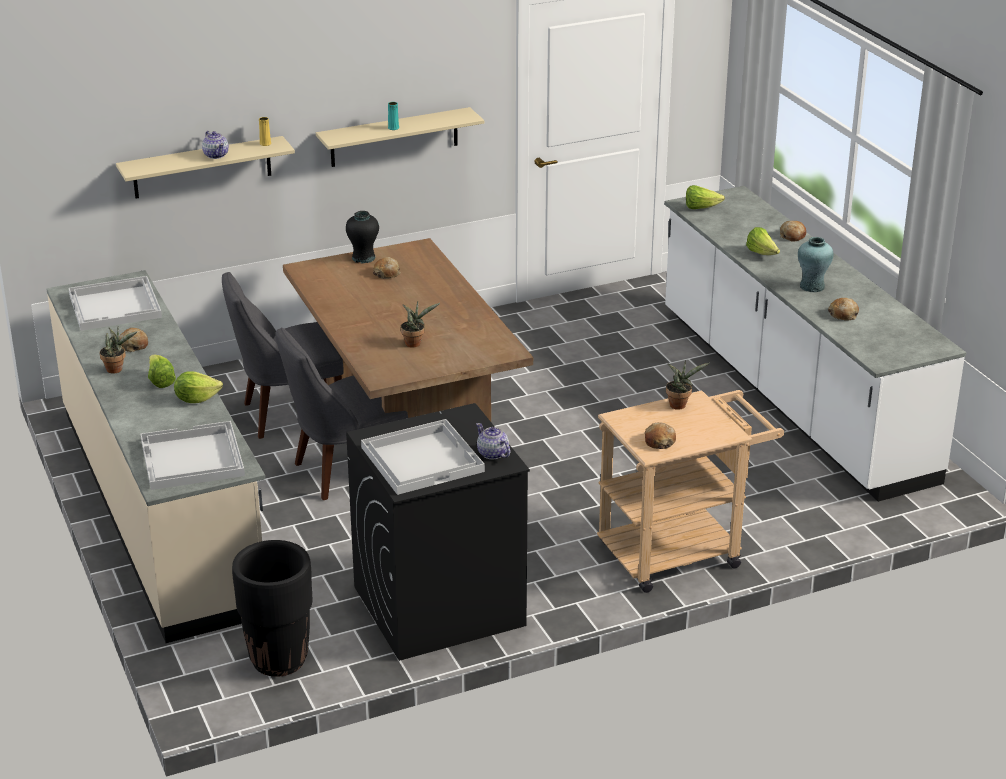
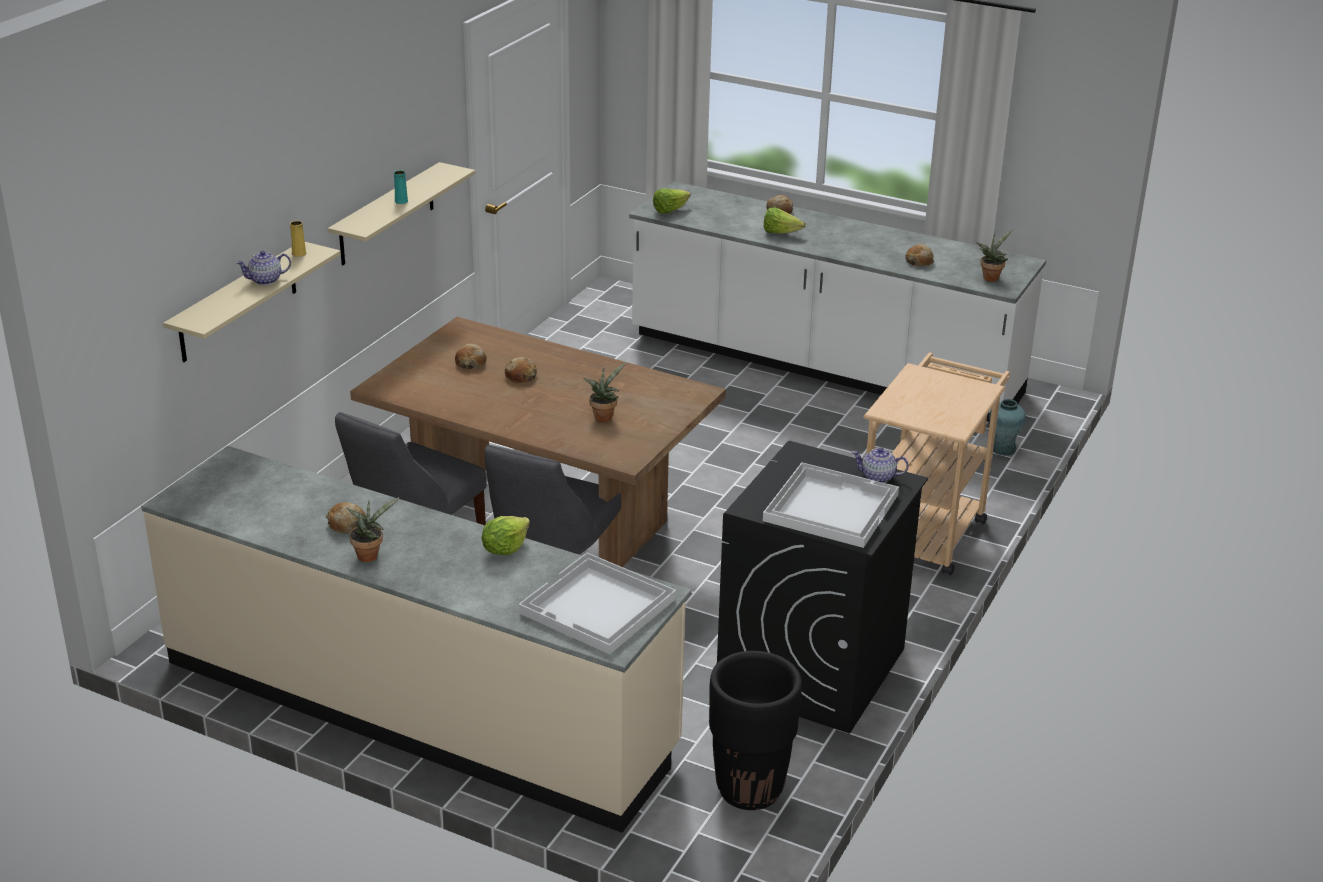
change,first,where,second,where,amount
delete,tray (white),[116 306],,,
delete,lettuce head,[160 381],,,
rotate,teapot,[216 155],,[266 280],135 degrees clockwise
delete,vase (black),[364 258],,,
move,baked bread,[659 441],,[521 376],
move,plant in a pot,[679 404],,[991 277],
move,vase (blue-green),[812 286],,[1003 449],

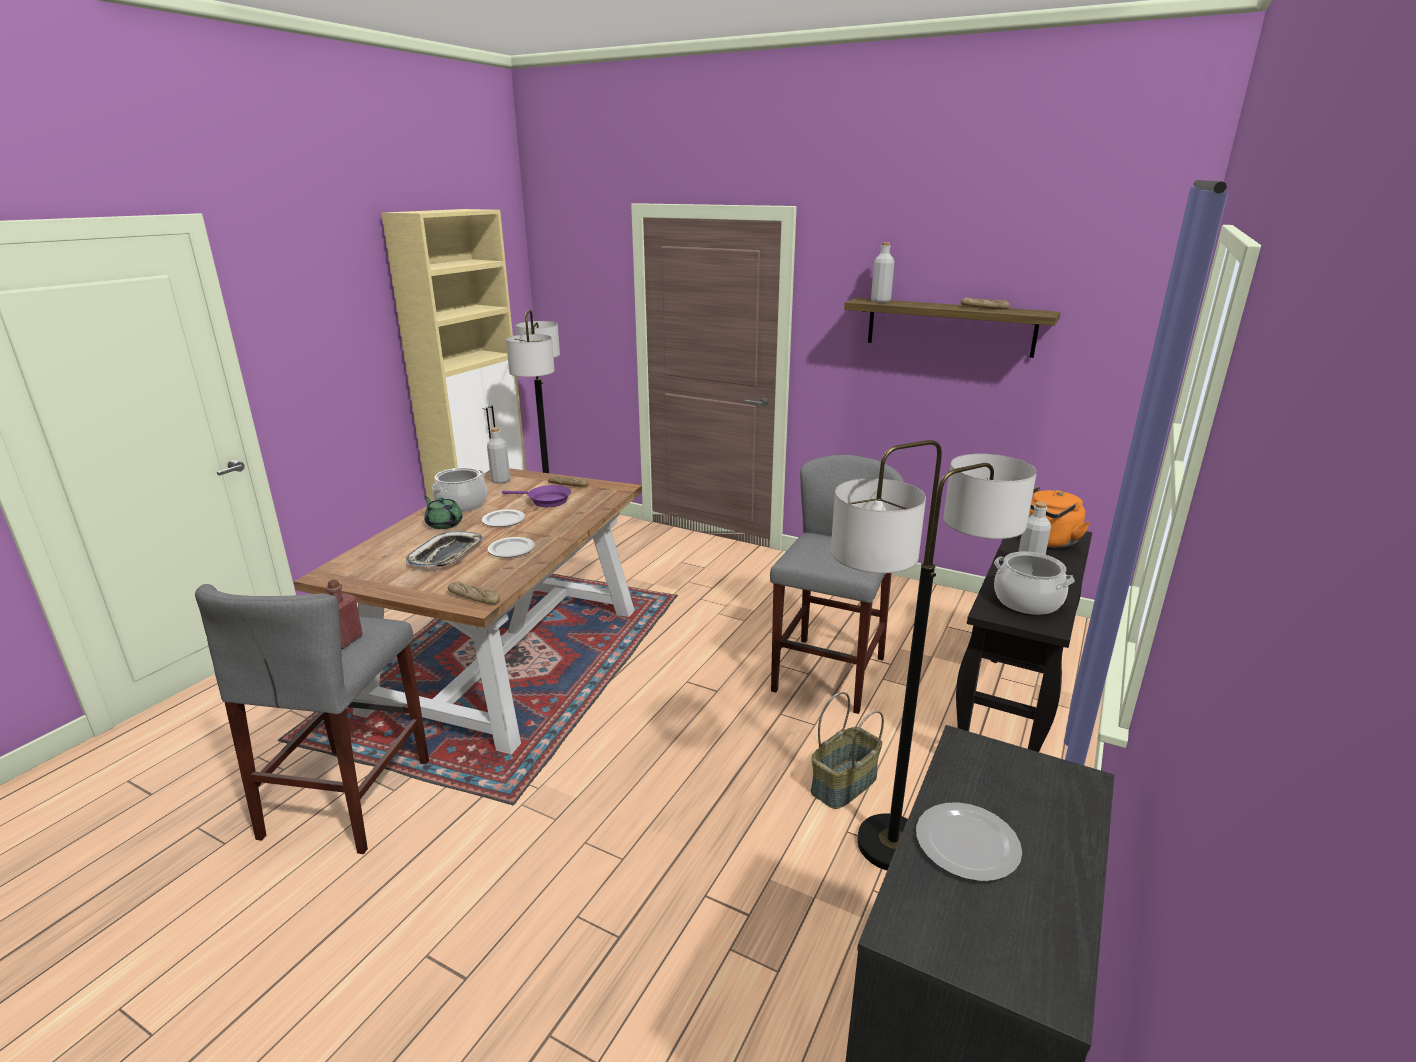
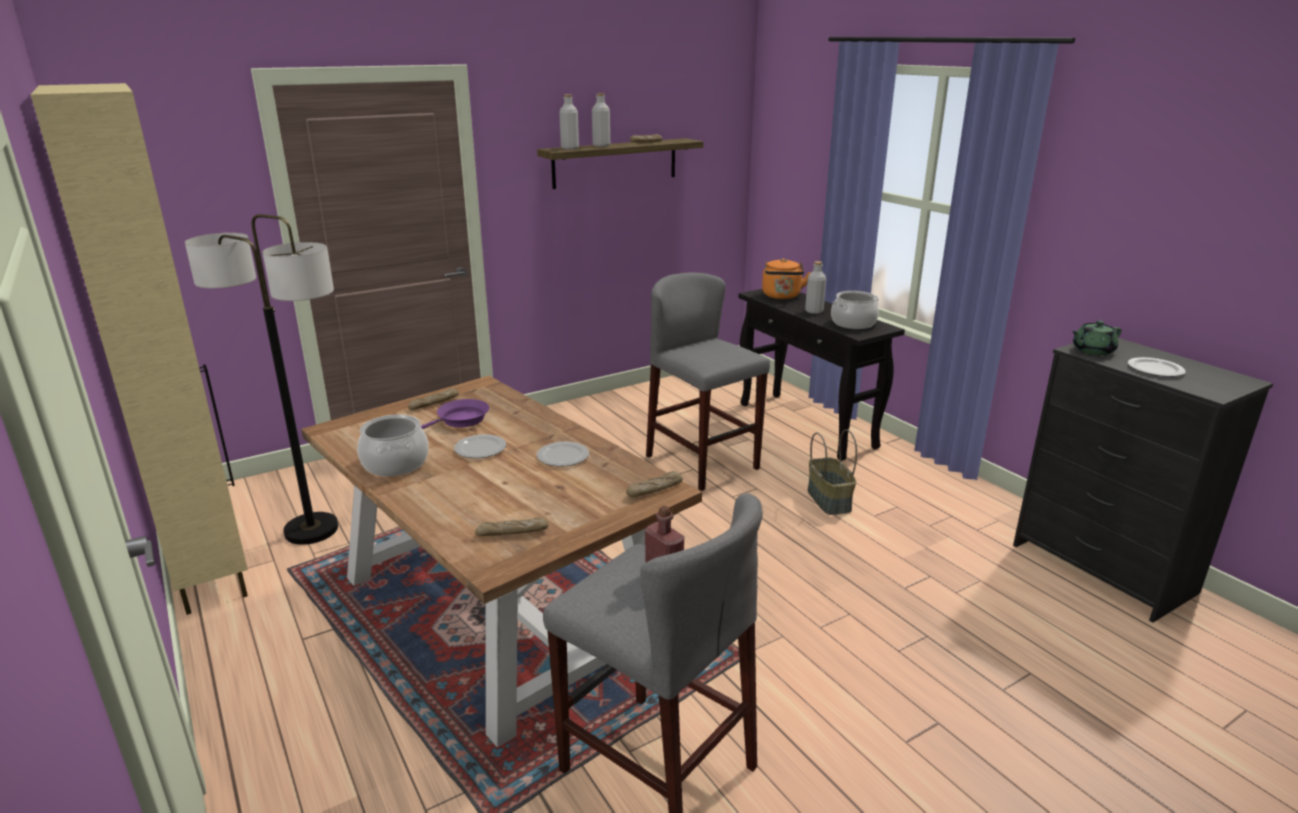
change,first,where,second,where,amount
delete,tray,[447 555],,,
move,teapot (green-coloured),[444 524],,[1092 351],
move,drink bottle (grey),[500 480],,[601 145],
delete,floor lamp,[892 845],,,
insert,,,baked bread,[512 533],

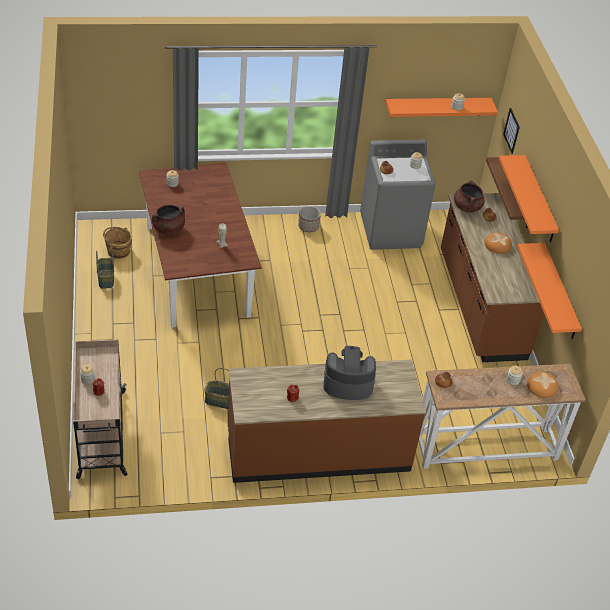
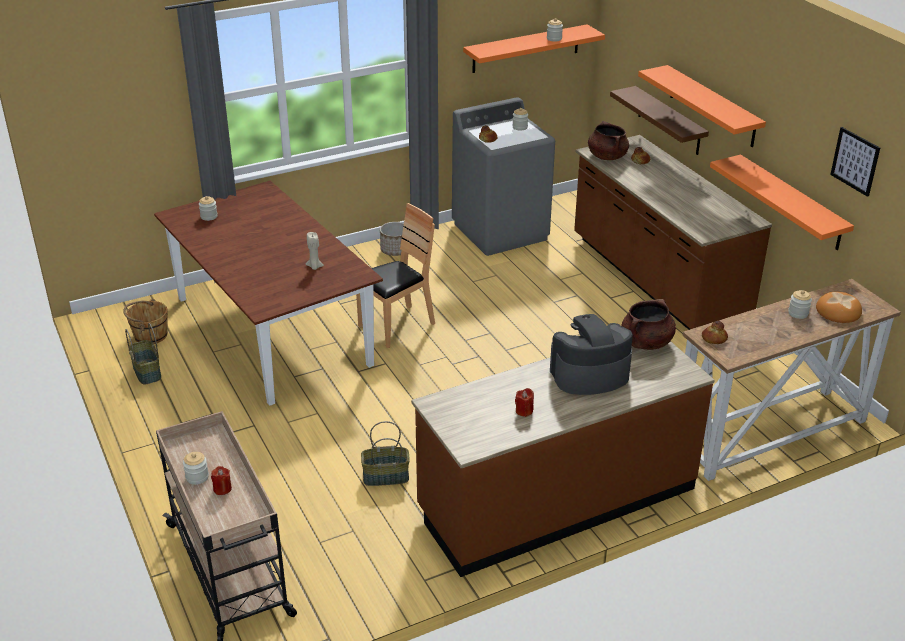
change,first,where,second,where,amount
move,saucepot (brown-coloured),[168 229],,[646 343],
delete,baked bread,[498 245],,,
move,picture,[511 130],,[855 161],
insert,,,upright chair (brown-coloured),[396 326],

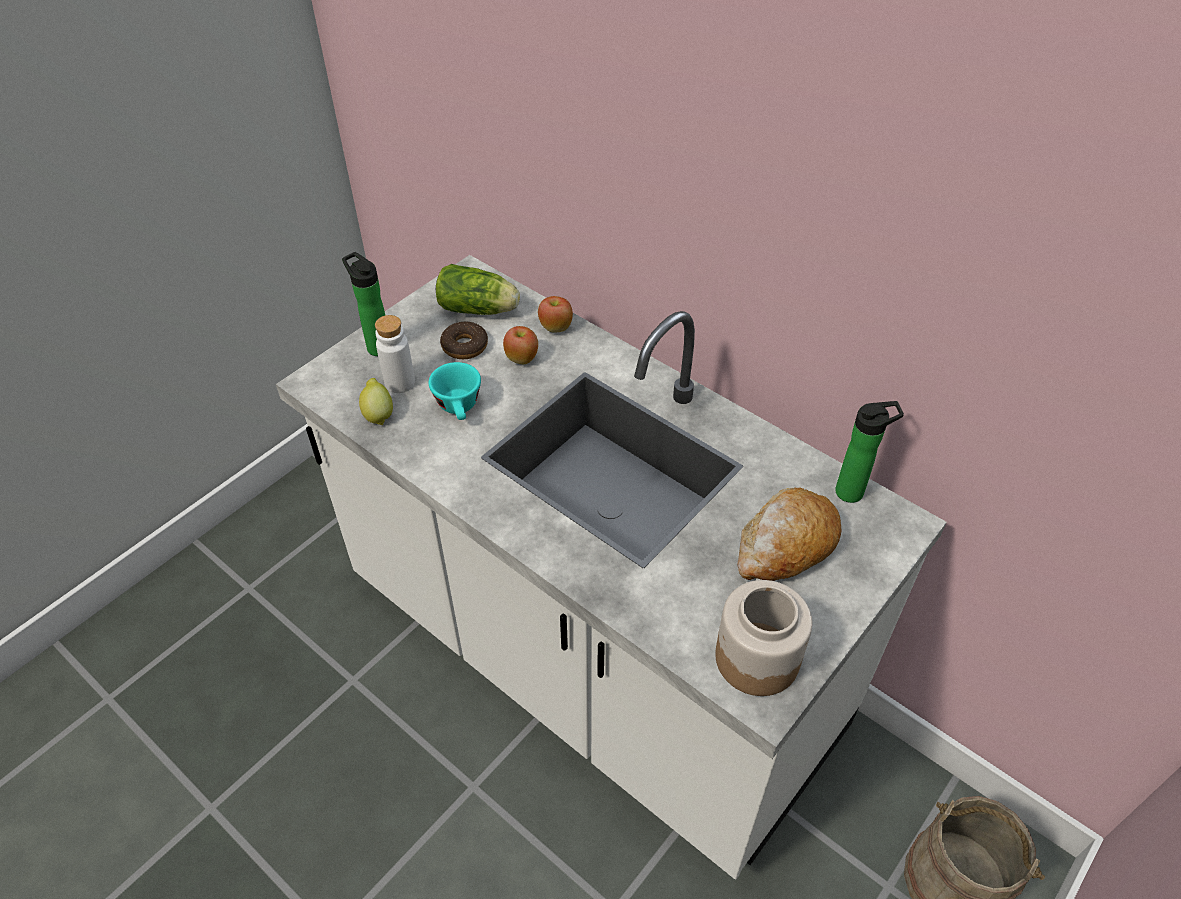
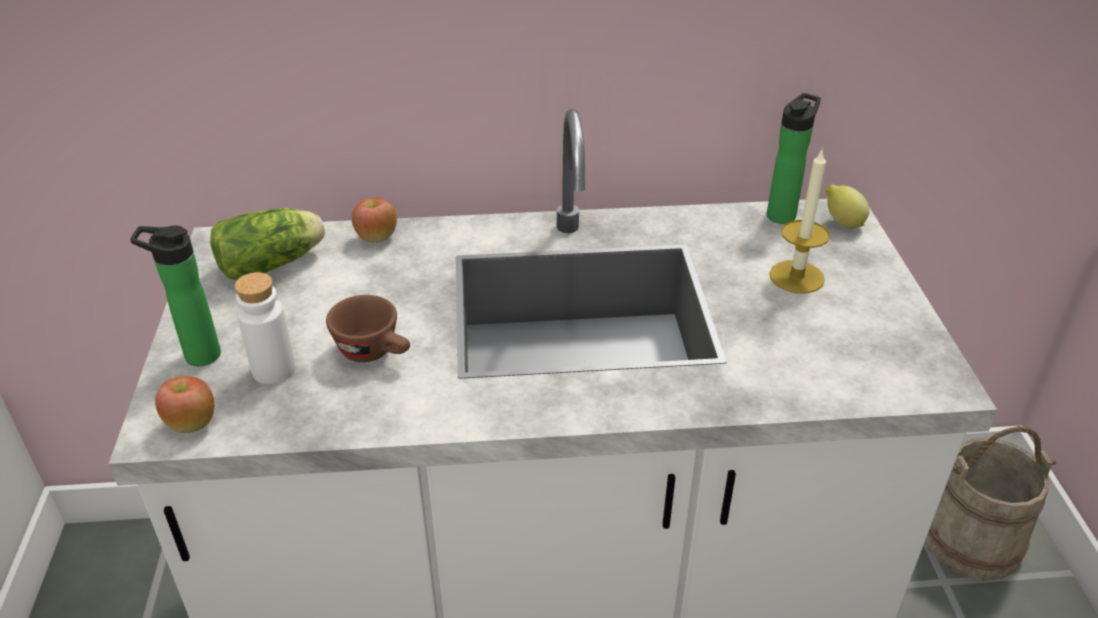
change,first,where,second,where,amount
move,whole lemon,[378 414],,[842 223],
recolor,small cup (blue-green),[460 408],small cup (brown-coloured),[375 352],
delete,doughnut,[464 346],,,
move,apple fruit,[522 358],,[191 424],
delete,jar,[756 657],,,
replace,baked bread,[785 546],candle,[796 277],

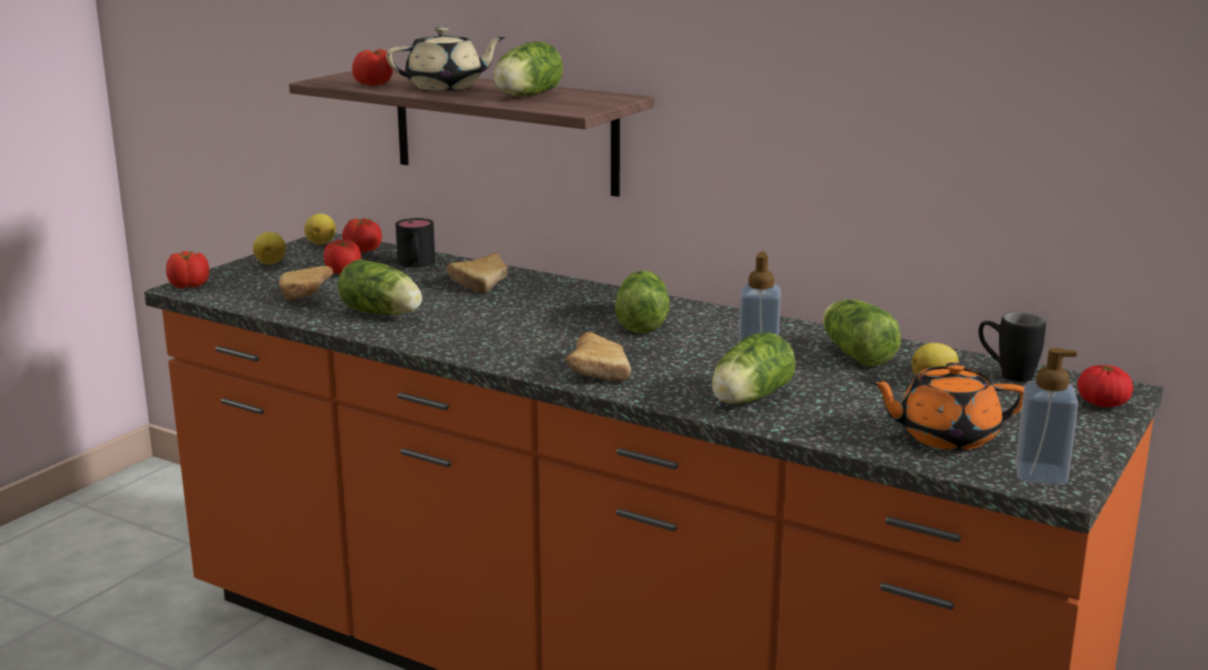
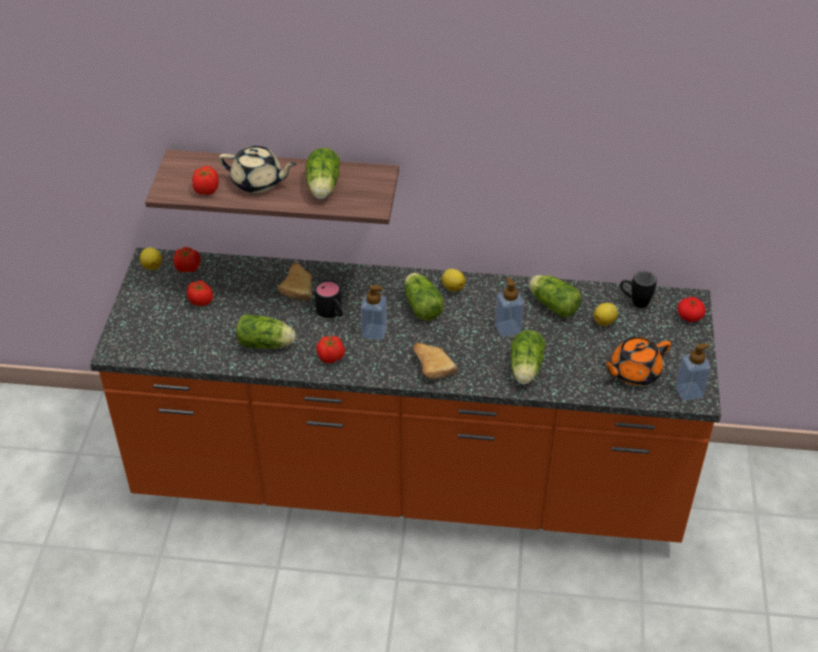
change,first,where,second,where,amount
move,tomato,[190 286],,[331 357],
move,whole lemon,[271 263],,[452 287],
delete,baked bread,[304 298],,,
rotate,teapot (beige),[446 87],,[258 182],60 degrees clockwise
move,tea mug (black),[416 264],,[332 312],
insert,,,soap bottle,[374 332],

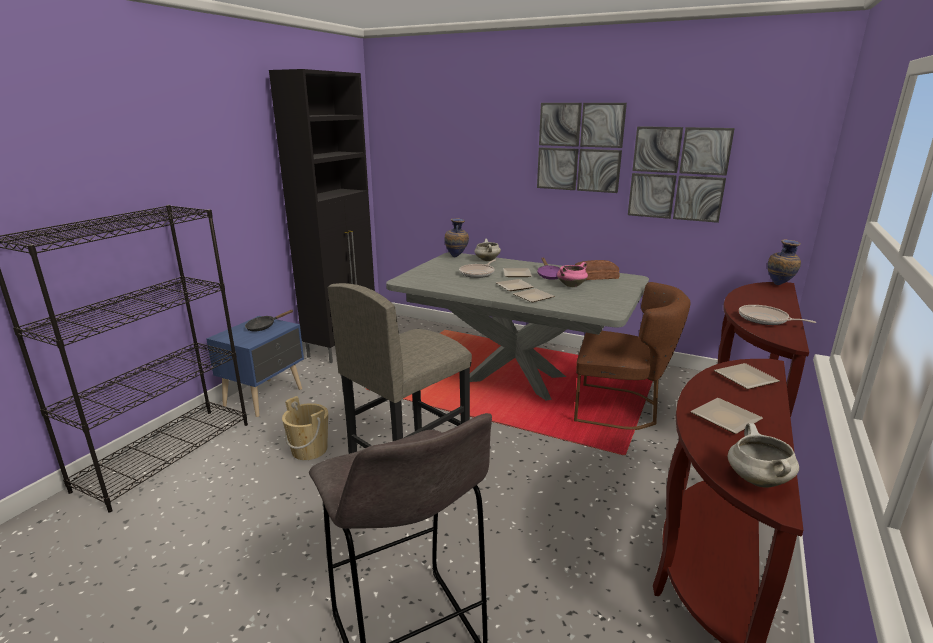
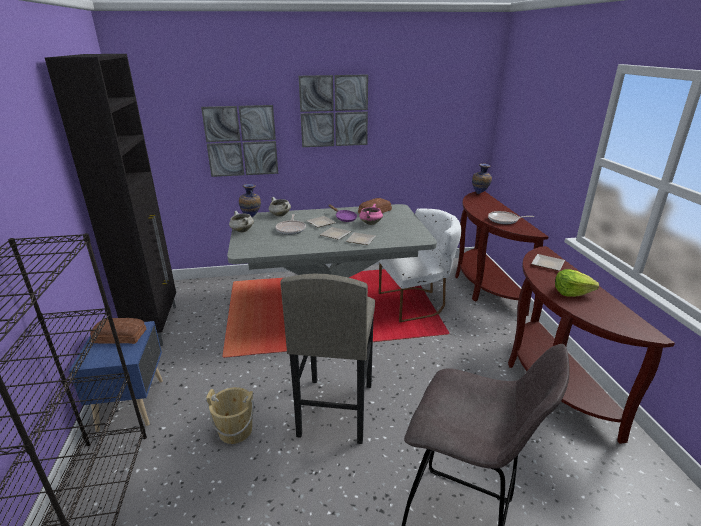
change,first,where,second,where,amount
replace,pan (black),[264 327],baked bread,[119 336],
recolor,upright chair (brown-coloured),[621 409],upright chair (white),[416 302],
move,picture,[678 174],,[241 141],
replace,flat dish,[725 417],lettuce head,[571 292],
move,saucepot (white),[756 480],,[241 231],

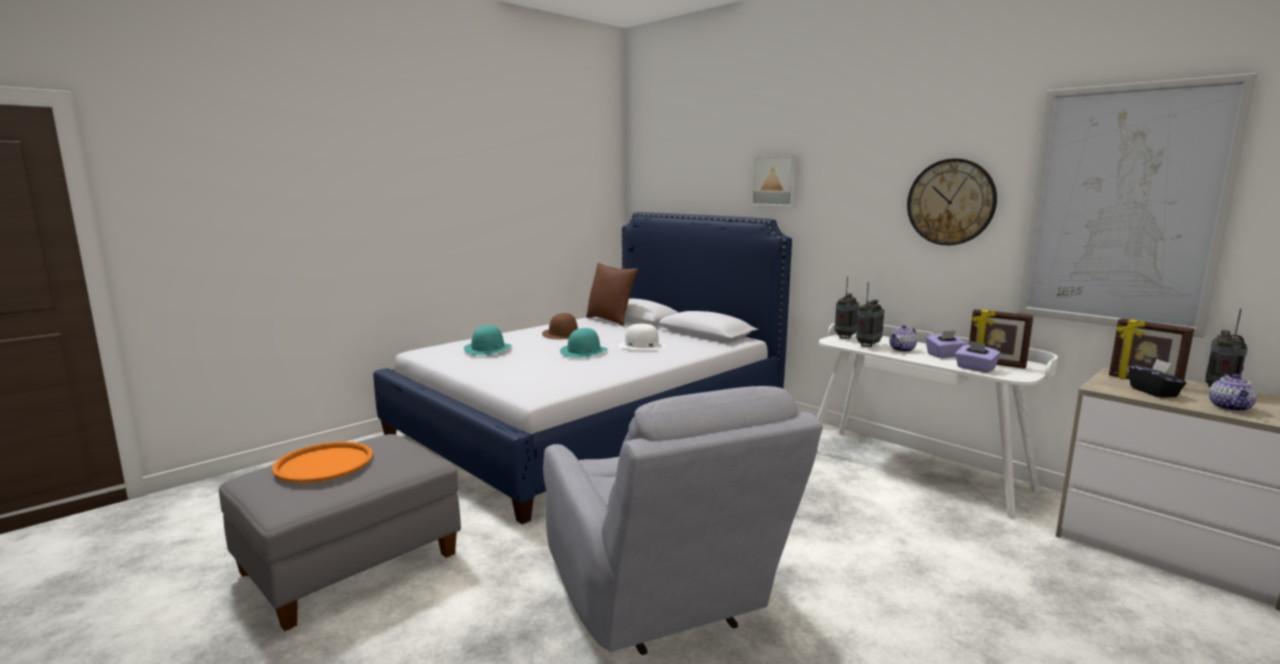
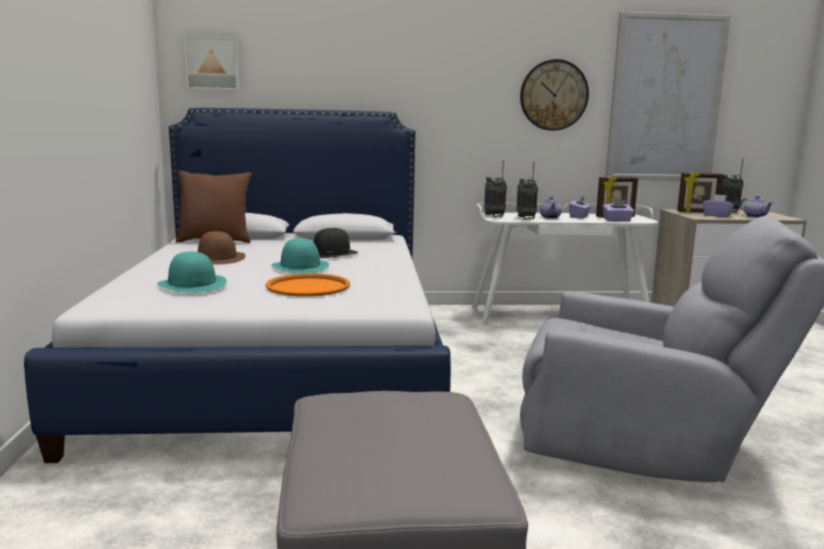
change,first,where,second,where,amount
move,tray (orange-coloured),[324 463],,[308 286],
recolor,clothing hat (white),[641 346],clothing hat (black),[331 253],
move,picture,[775 180],,[212 63],
recolor,tissue holder (black),[1154 392],tissue holder (purple),[717 215],

